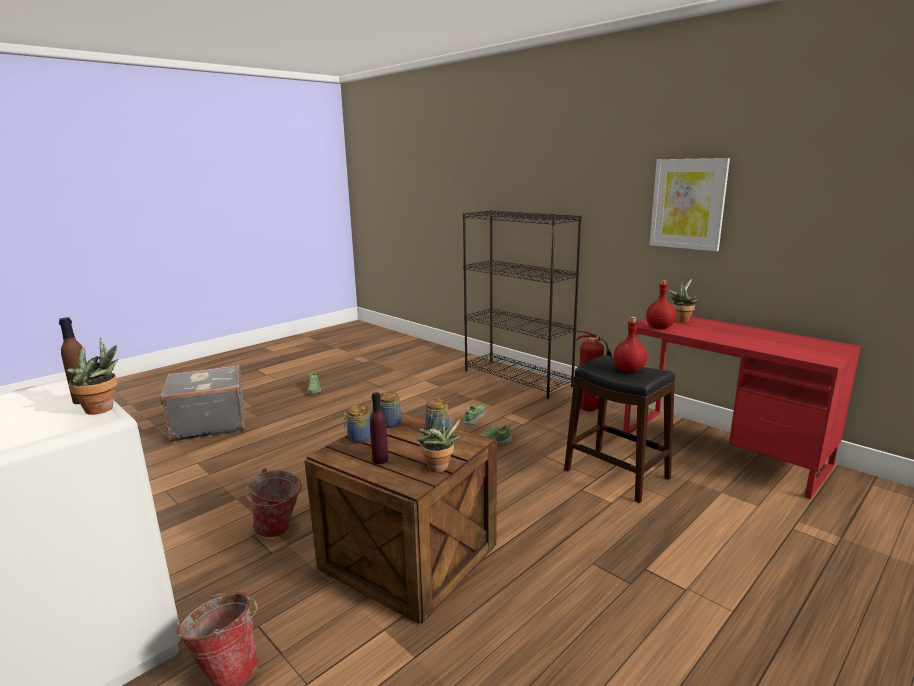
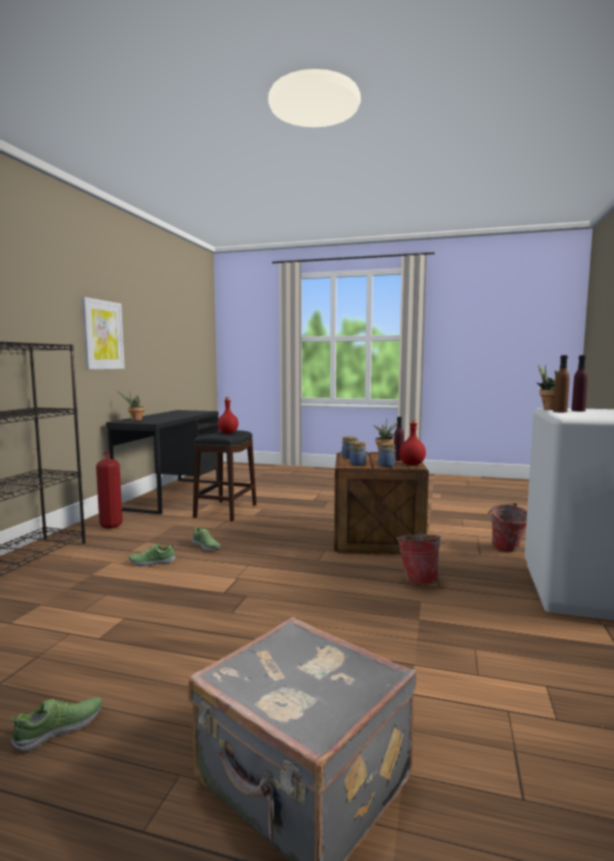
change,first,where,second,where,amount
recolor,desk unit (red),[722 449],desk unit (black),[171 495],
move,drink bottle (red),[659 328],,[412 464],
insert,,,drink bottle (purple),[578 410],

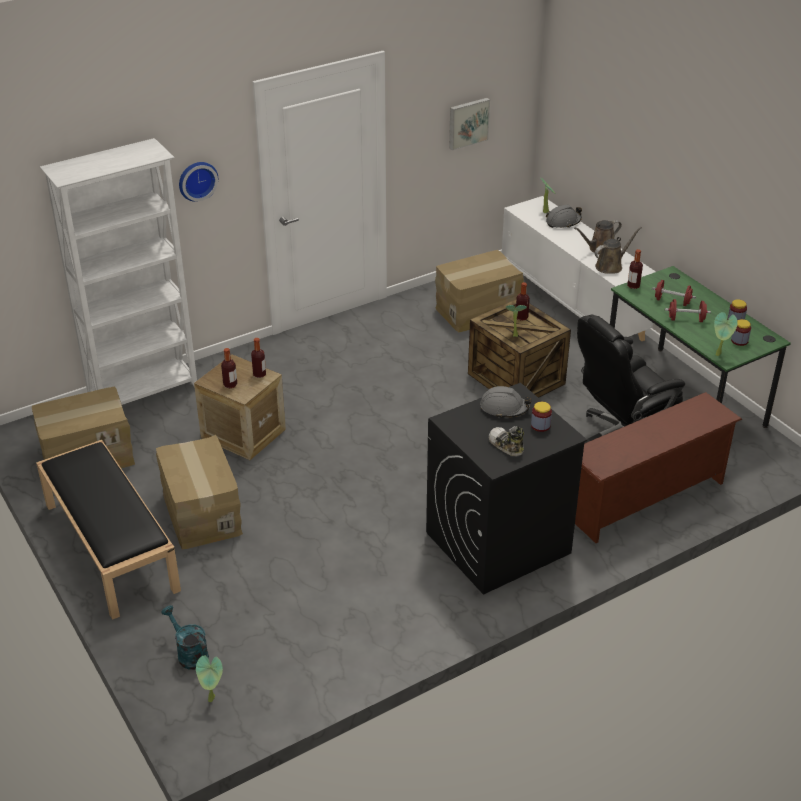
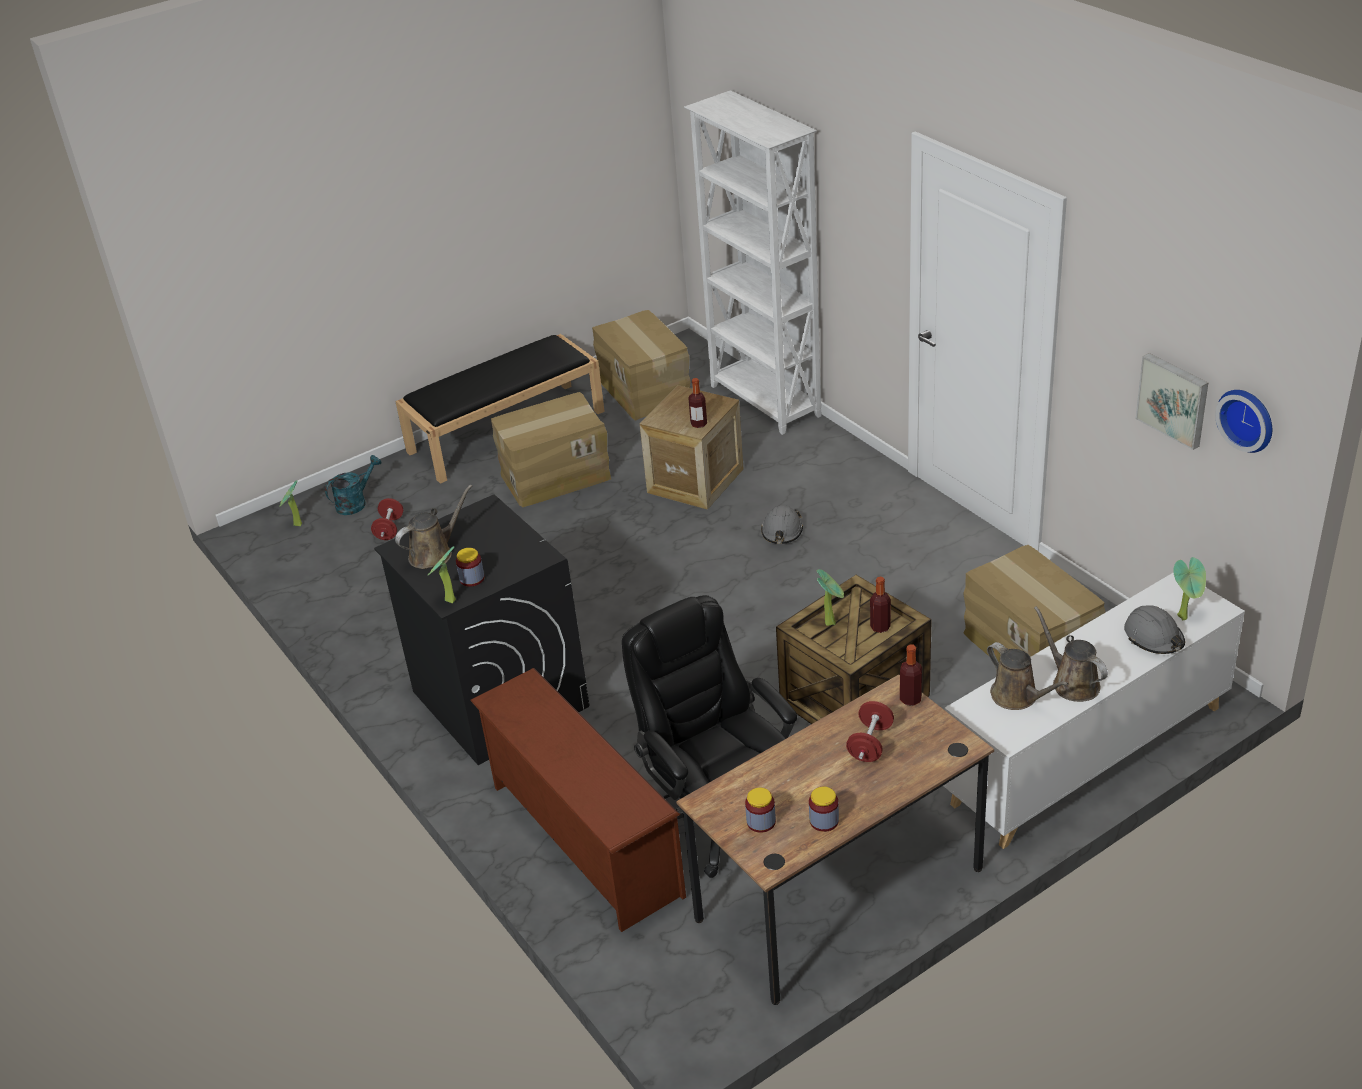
change,first,where,second,where,amount
move,clock on the wall,[197 180],,[1248 418],
delete,drink bottle,[230 385],,,
move,hard hat (grey),[504 408],,[782 532],
replace,item of footwear,[505 446],watering can (brown-coloured),[434 553],
recolor,desk unit (green-coloured),[683 398],desk unit (brown-coloured),[839 894],
move,free weight (red),[686 319],,[389 529],
move,plant in a pot,[719 354],,[448 601],

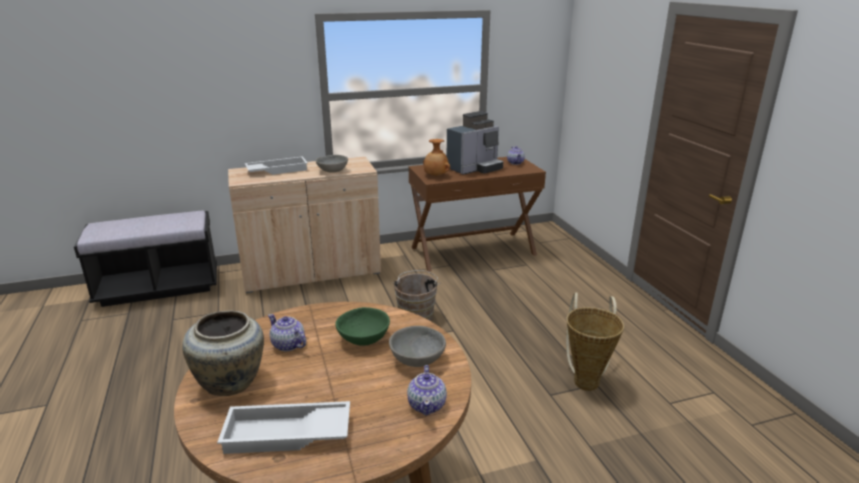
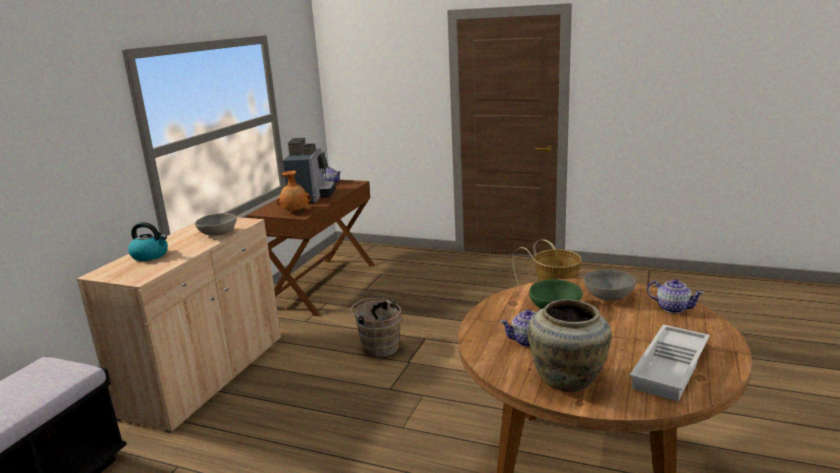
change,first,where,second,where,amount
replace,tray (white),[277 170],kettle,[150 255],

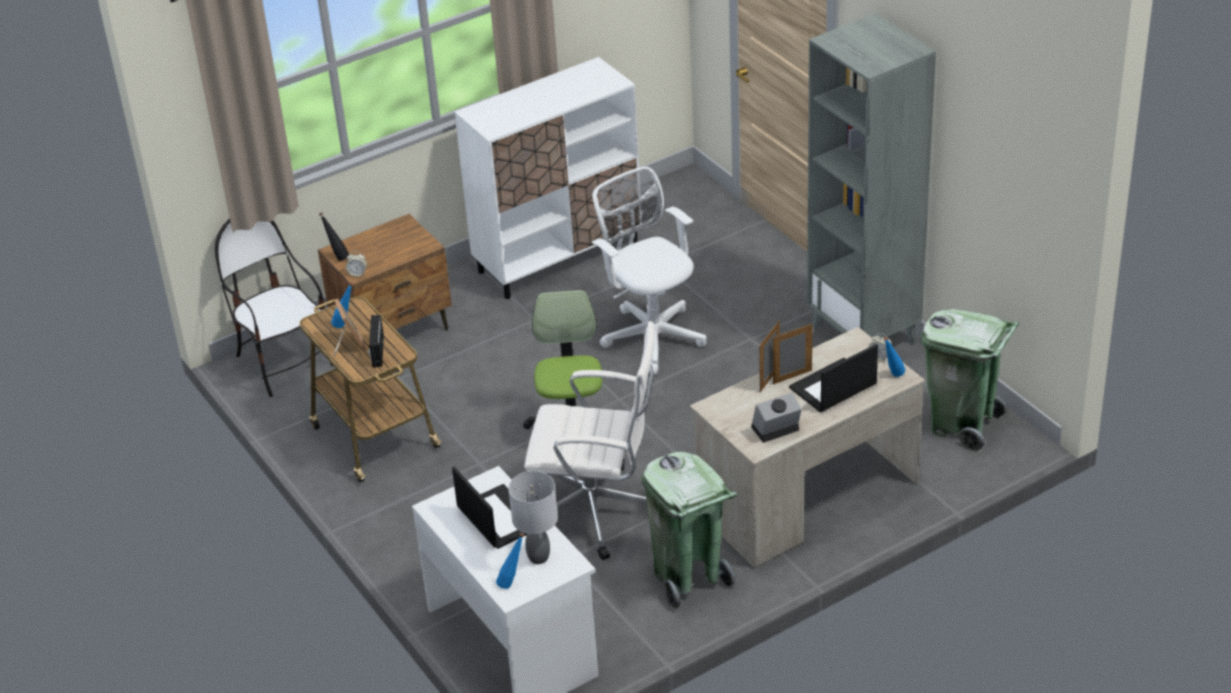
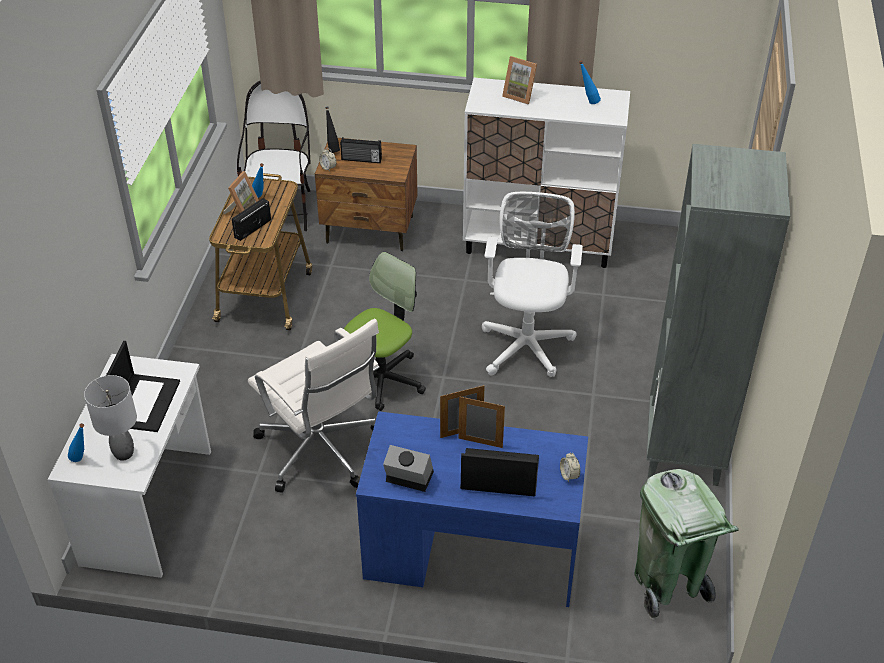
change,first,where,second,where,amount
delete,rubbish bin (green-coloured),[688 577],,,
recolor,desk unit (beige),[807 498],desk unit (bluish),[471 554],
move,drink bottle (bluish),[892 376],,[587 102],
insert,,,radio,[361 160],
insert,,,standing frame,[520 95],

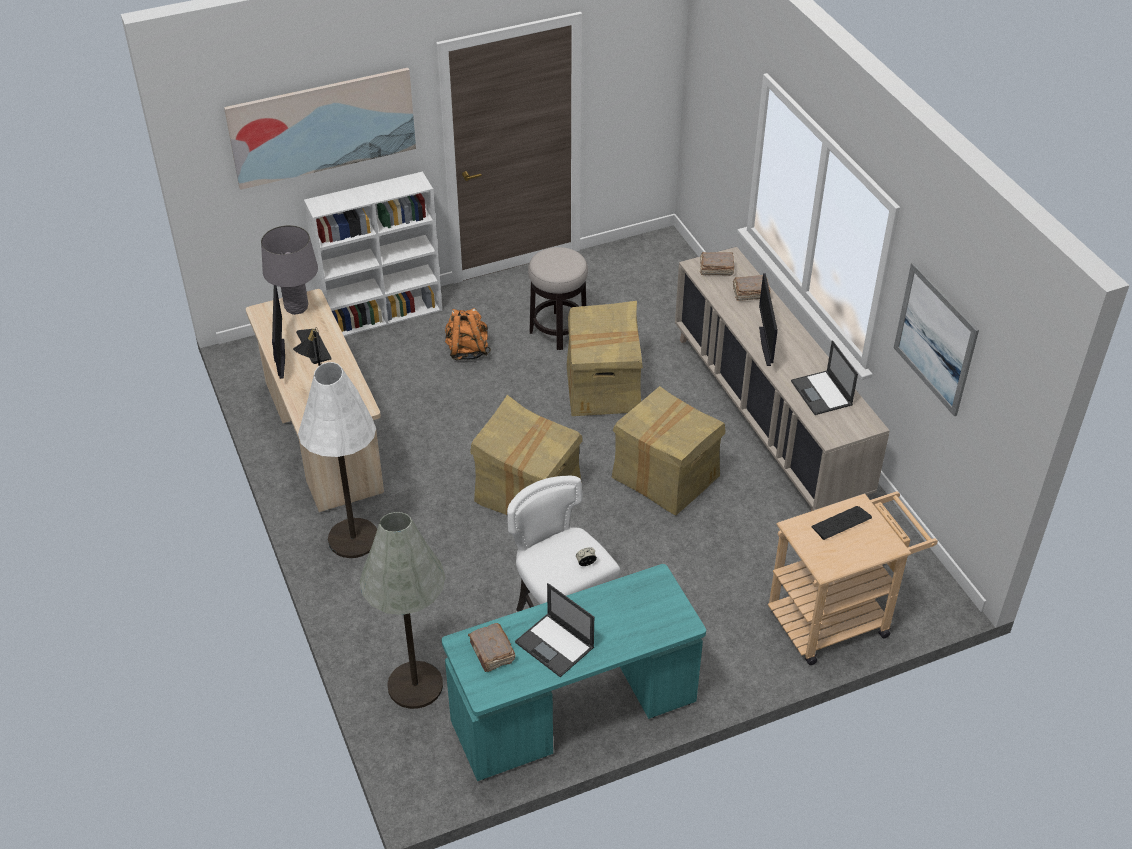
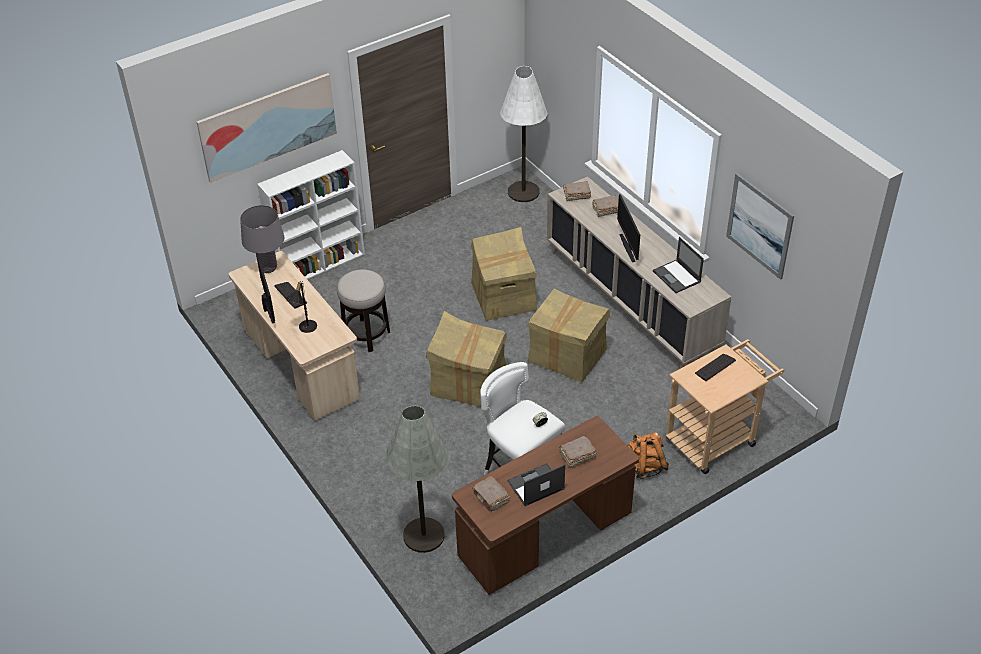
change,first,where,second,where,amount
move,floor lamp (white),[353 538],,[523 192],
recolor,desk unit (blue-green),[574 713],desk unit (brown-coloured),[545 536],
move,backpack (orange-coloured),[467 351],,[645 467],
rotate,laptop,[555 645],,[535 485],120 degrees clockwise
move,stool,[558 331],,[366 335],
insert,,,book (brown-coloured),[577 455],

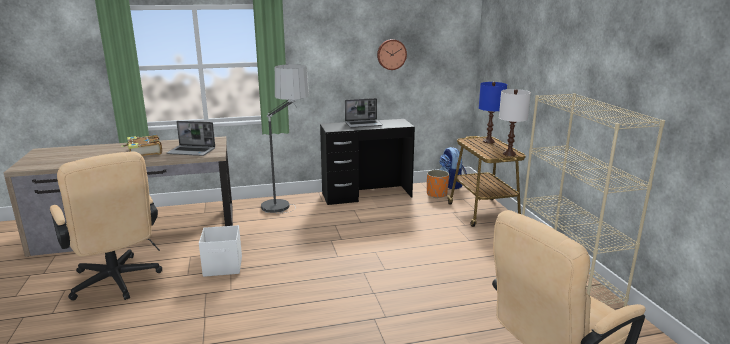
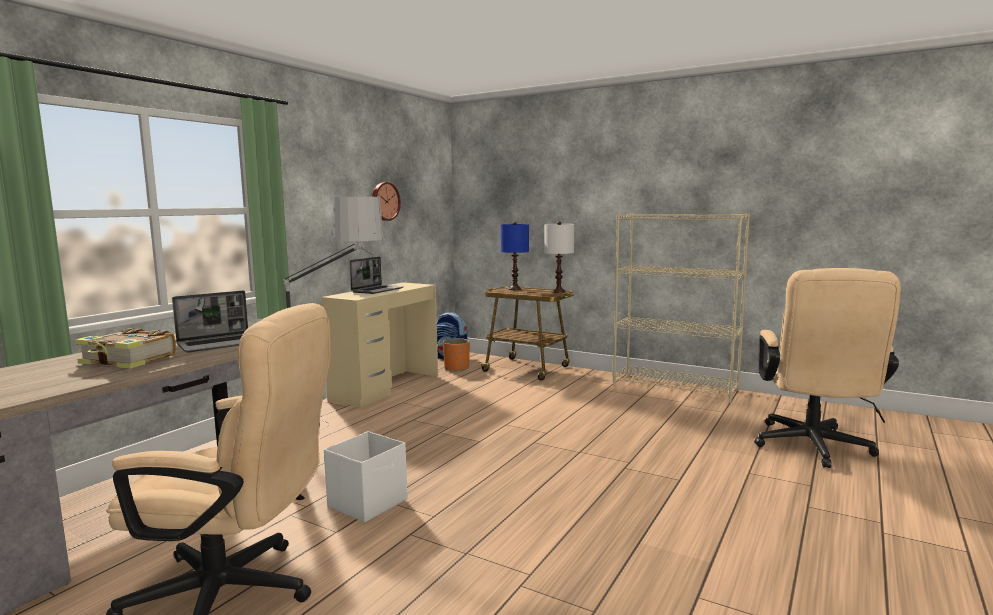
change,first,where,second,where,amount
recolor,desk unit (black),[366 195],desk unit (beige),[386 387],

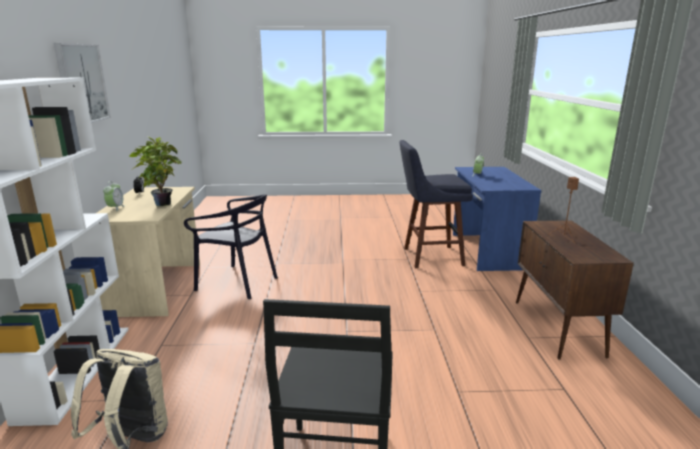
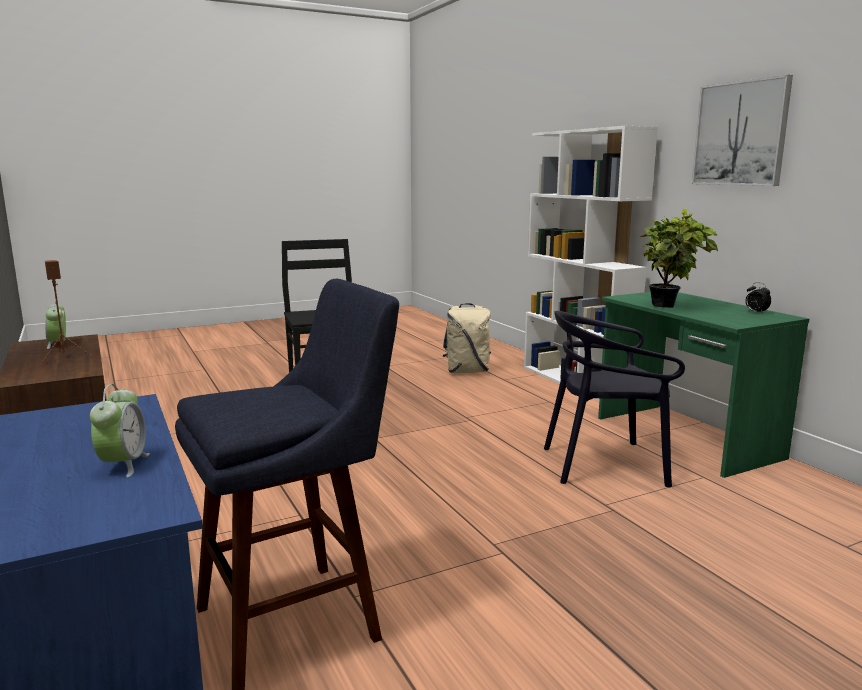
change,first,where,second,where,amount
recolor,desk unit (beige),[158 288],desk unit (green-coloured),[685 438],
move,table clock,[115 208],,[58 344],

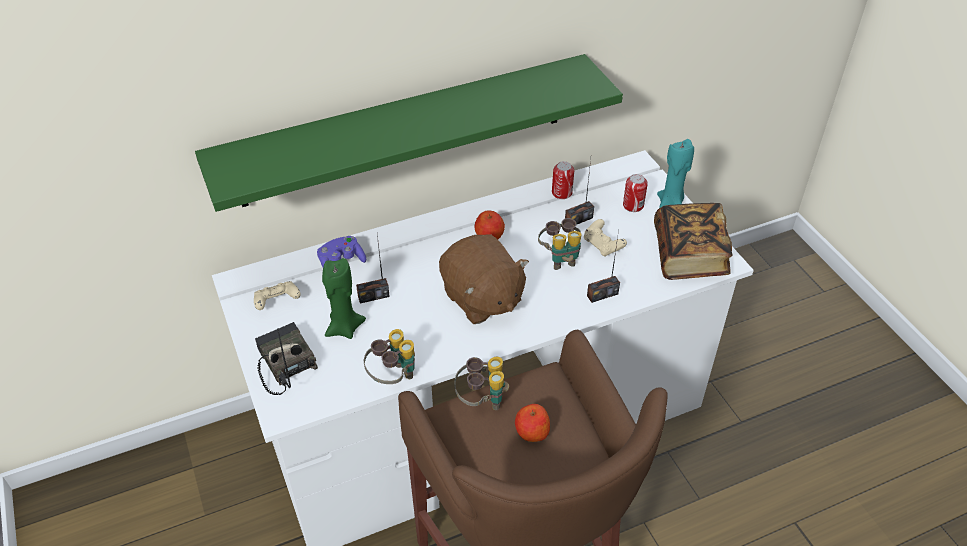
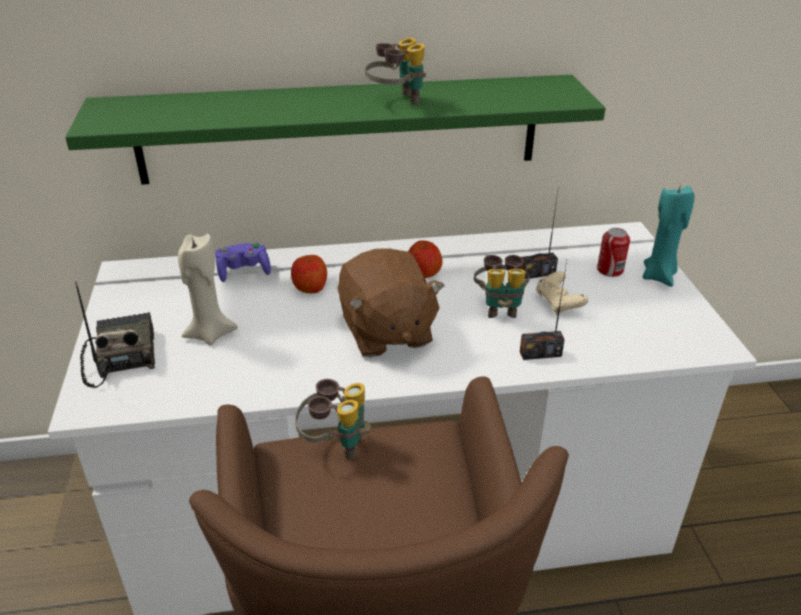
change,first,where,second,where,amount
delete,gamepad (beige),[277 302],,,
recolor,candle (green-coloured),[344 328],candle (beige),[210 334],
delete,radio,[373 296],,,
move,field glasses,[393 377],,[396 102],
move,apple fruit,[531 432],,[310 287],
delete,metal can,[562 193],,,
delete,book,[689 255],,,

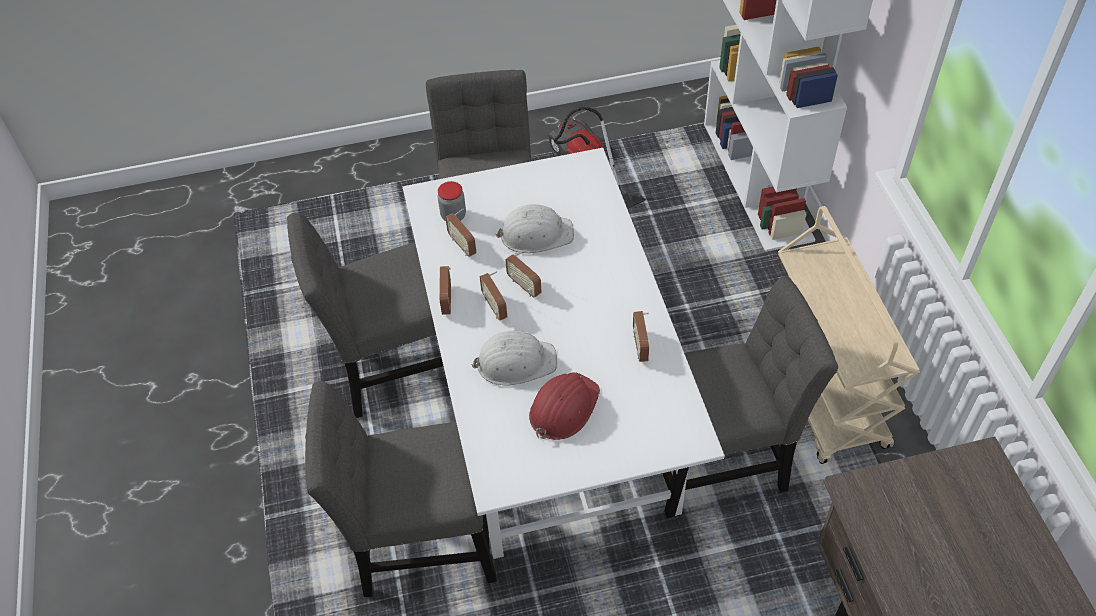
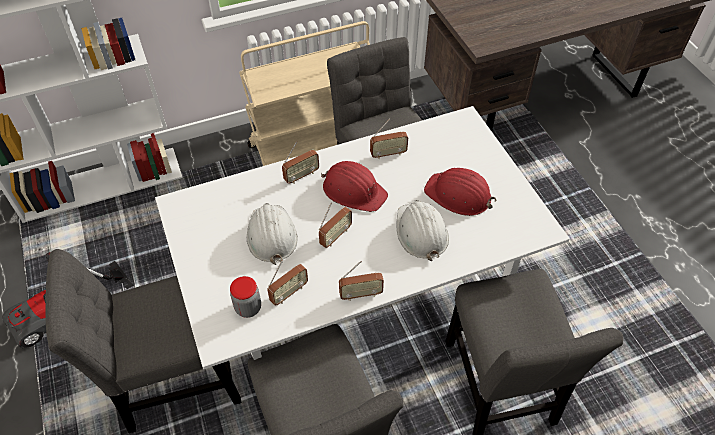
change,first,where,second,where,amount
move,radio,[495 307],,[301 176],
insert,,,hard hat (red),[353 190],

